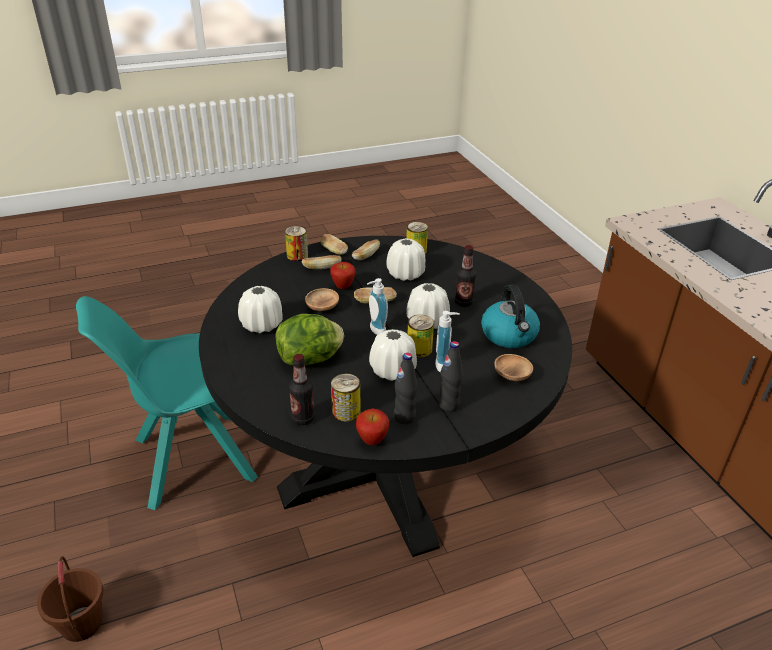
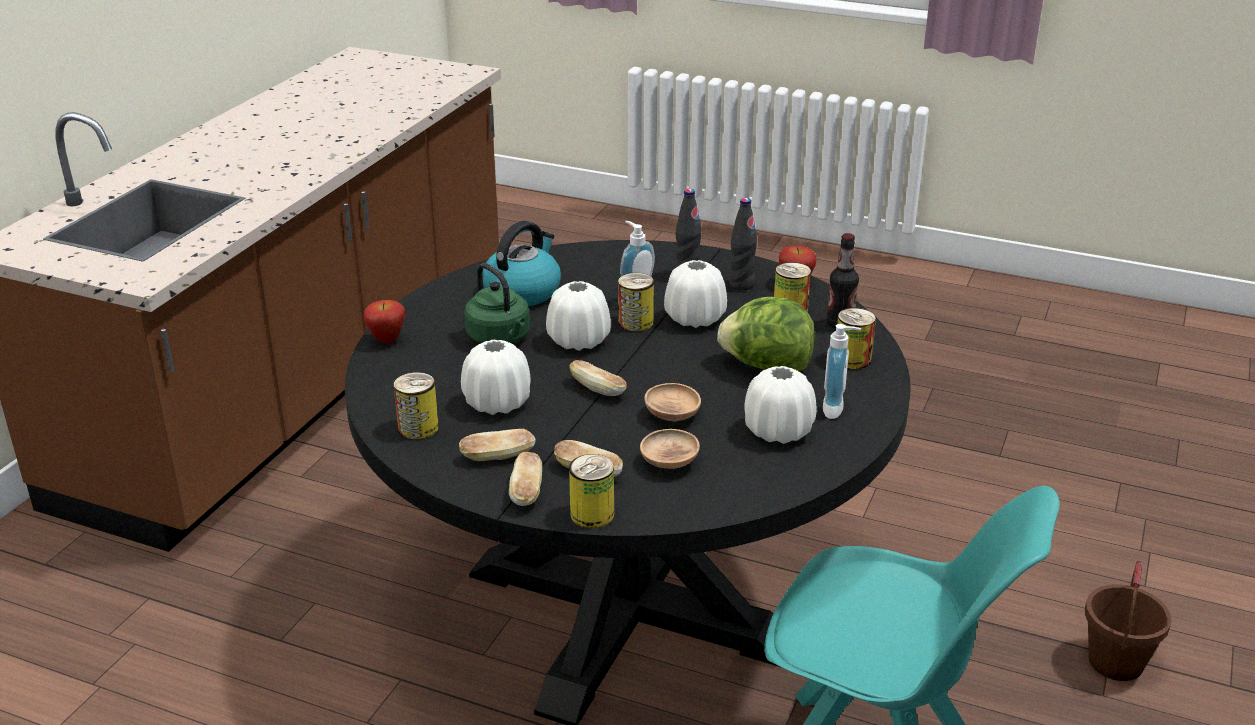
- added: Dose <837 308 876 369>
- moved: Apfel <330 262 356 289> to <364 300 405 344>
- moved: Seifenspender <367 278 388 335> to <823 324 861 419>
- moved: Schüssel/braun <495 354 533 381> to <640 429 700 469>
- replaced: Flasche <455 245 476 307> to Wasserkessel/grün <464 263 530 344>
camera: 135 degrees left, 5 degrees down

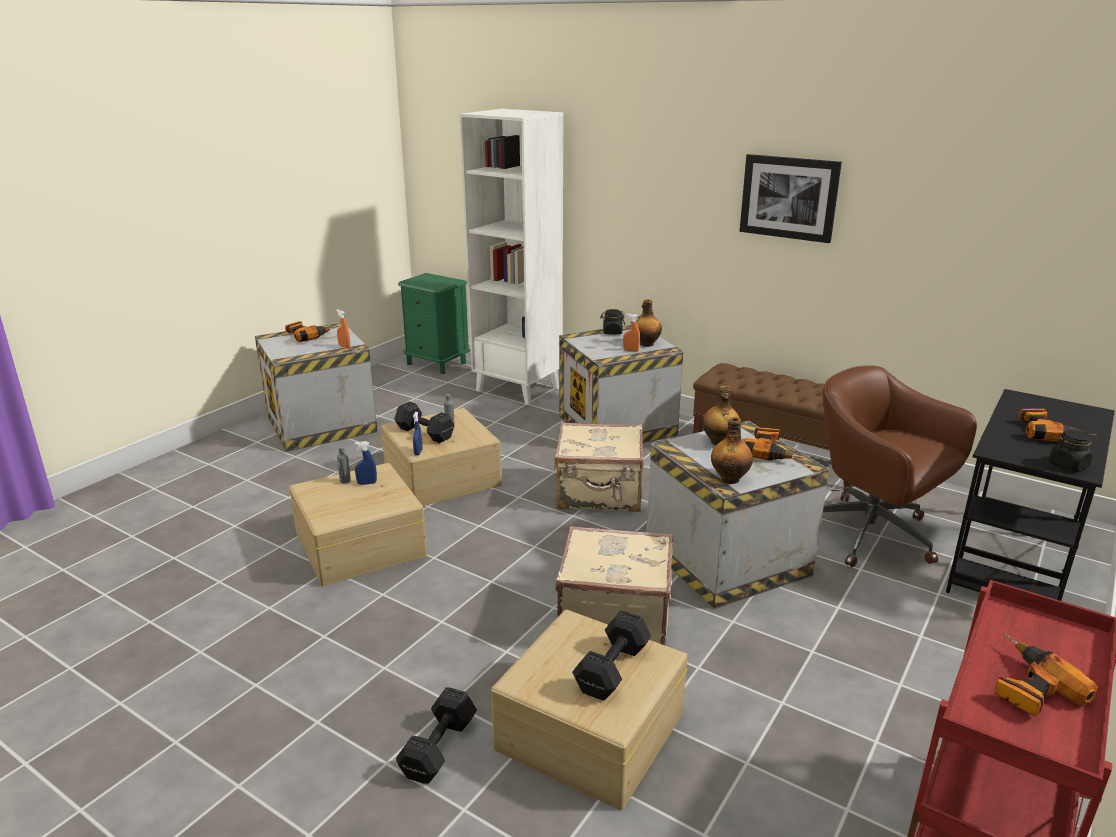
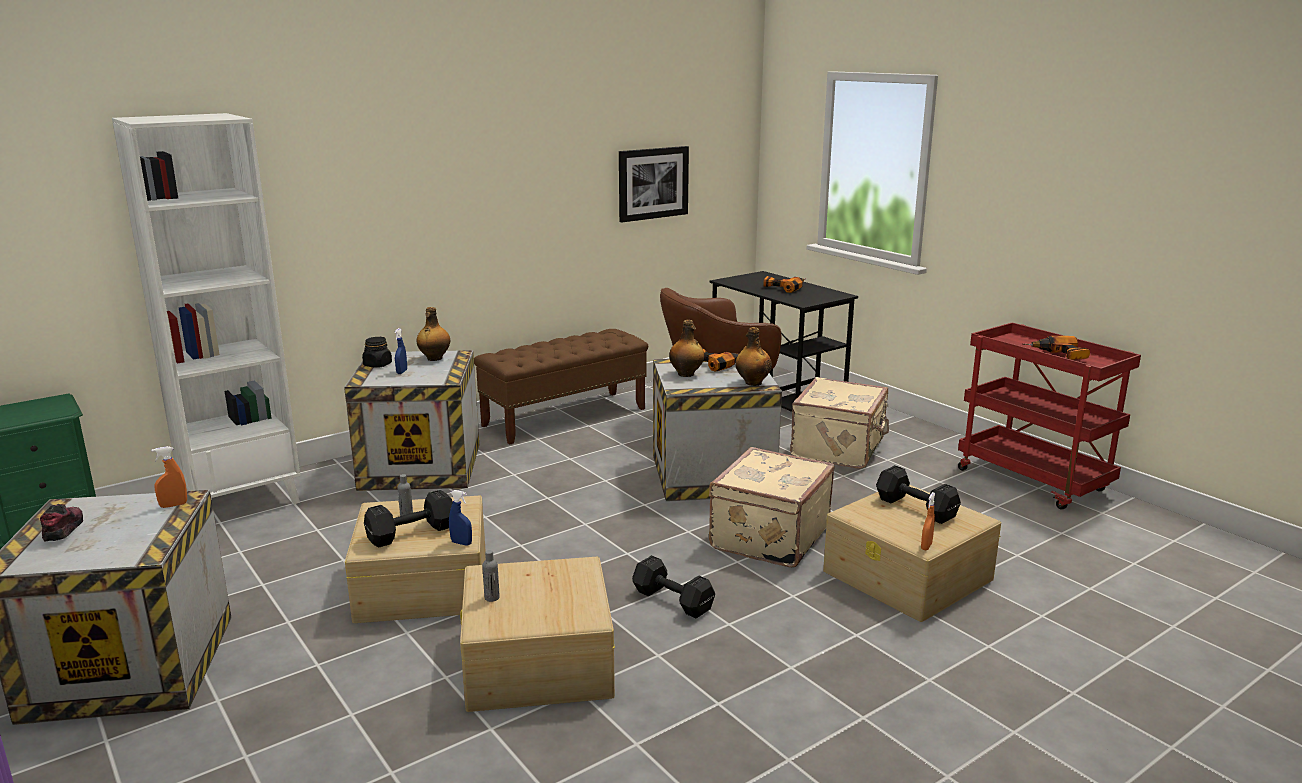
- removed: Vorratsglas/schwarz <1049 429 1093 472>
- moved: Sprühflasche/blau <355 441 377 485> to <395 328 407 374>
- moved: Hantel/schwarz <396 687 477 784> to <632 555 715 618>
- moved: Koffer/beige <554 422 644 512> to <790 377 889 469>
- moved: Sprühflasche/orange <623 313 640 351> to <921 492 935 550>
- moved: Bild <740 154 842 243> to <619 146 689 222>
- replaced: Bohrmaschine <285 321 336 342> to Schuh <40 504 83 542>
camera: 70 degrees left, 5 degrees down

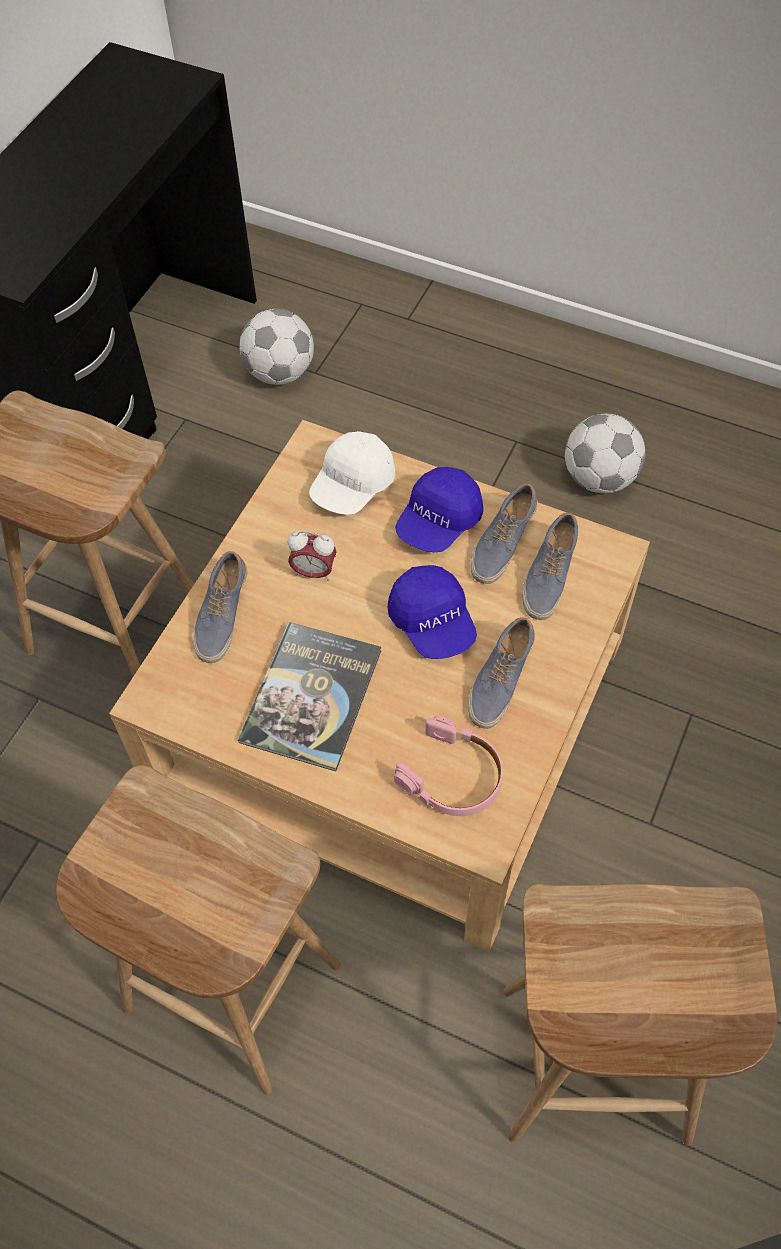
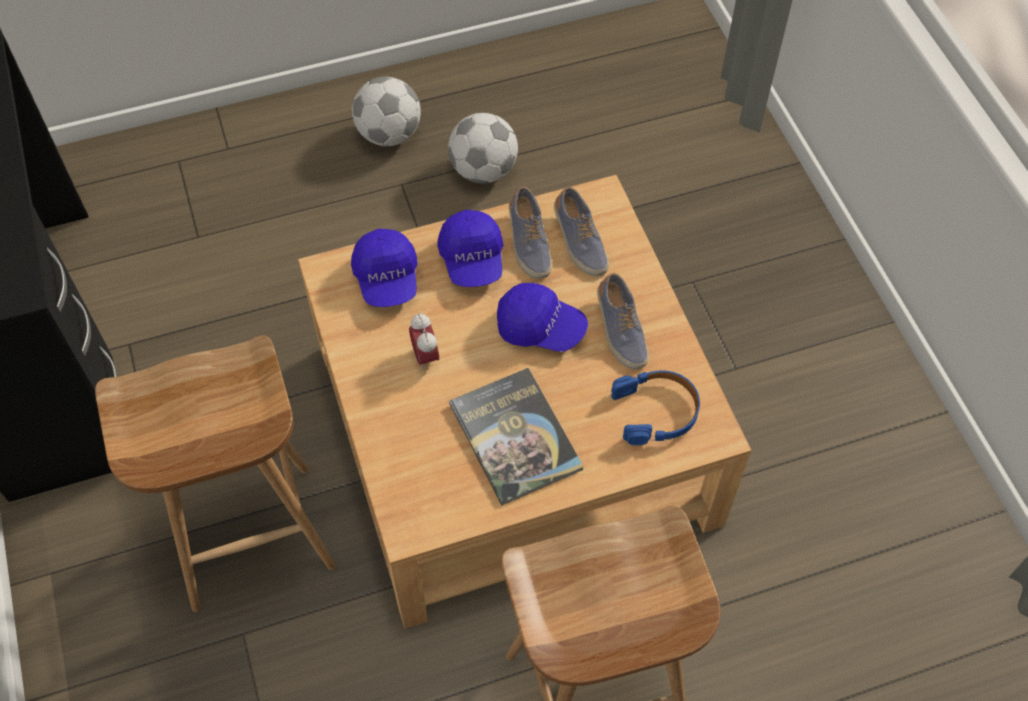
- removed: Schuh <193 551 248 663>
- removed: Hocker/braun <503 884 778 1146>
- moved: Fußball <240 309 314 385> to <352 77 421 147>
- recoloured: Kappe/weiß <309 431 395 515> to Kappe/blau <351 229 418 307>
- recoloured: Kopfhörer/rosa <394 716 503 816> to Kopfhörer/blau <611 370 700 445>
- turned: Wecker <287 531 337 581> = <409 314 439 370> 105 degrees clockwise
camera: 45 degrees left, 0 degrees up

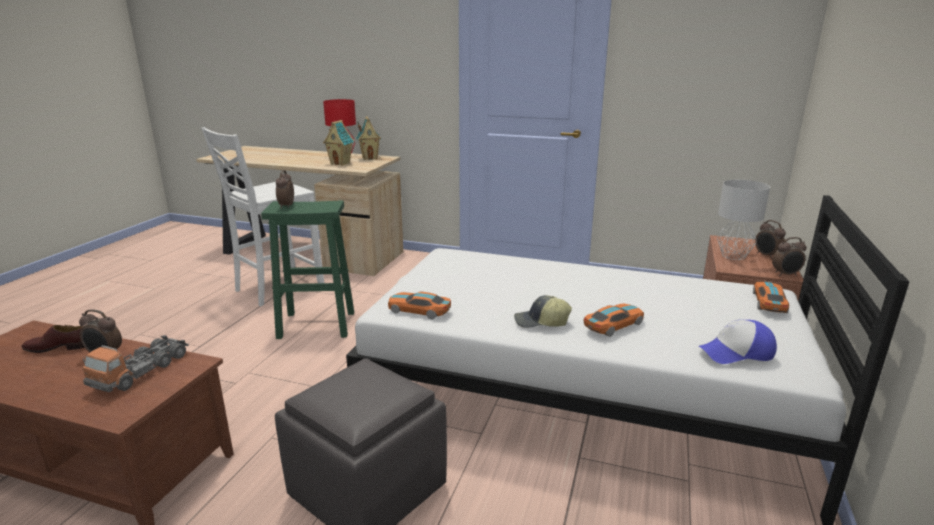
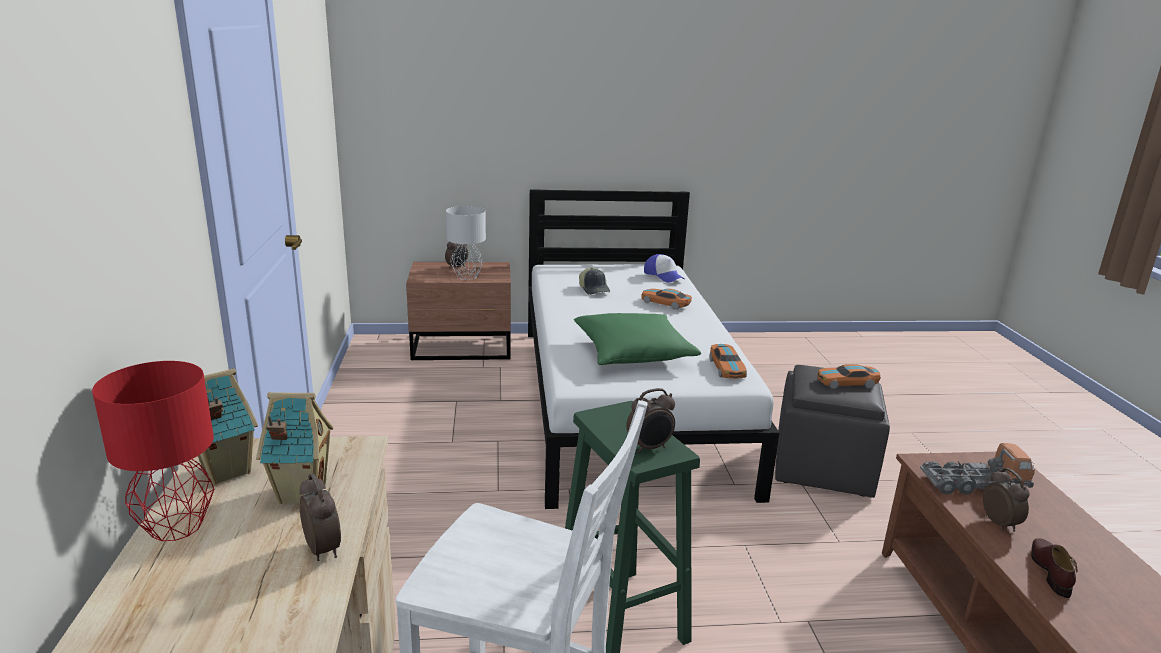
- added: Kissen/grün <574 313 701 365>
- moved: Kappe <514 295 572 328> to <579 267 610 295>
- moved: Spielzeugauto <753 282 789 313> to <817 364 881 389>
- moved: Wecker <772 237 807 276> to <300 473 341 561>
- turned: Schuh/braun <21 325 85 353> = <1031 538 1077 598> 135 degrees counterclockwise
camera: 115 degrees left, 0 degrees up

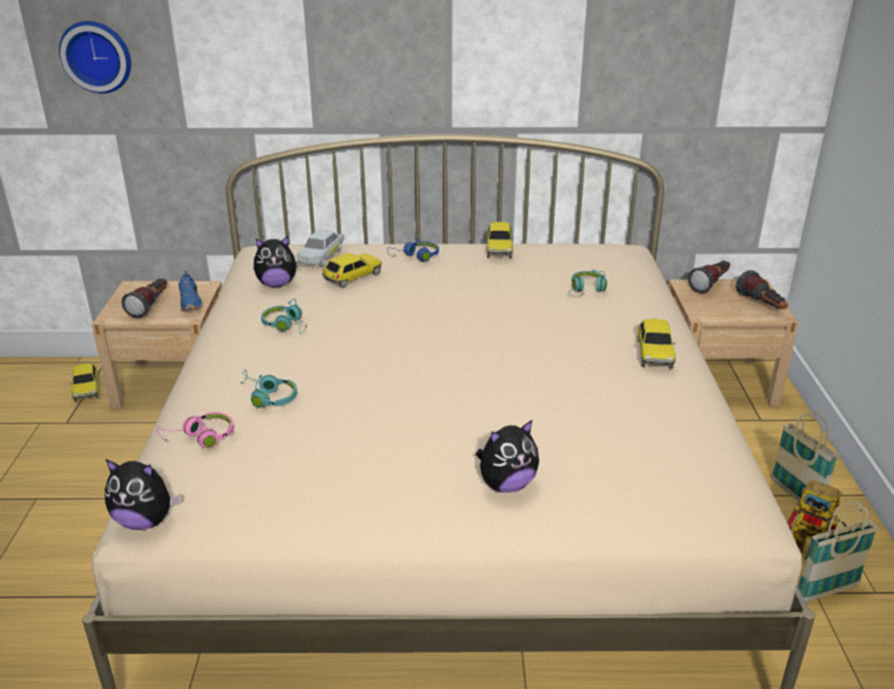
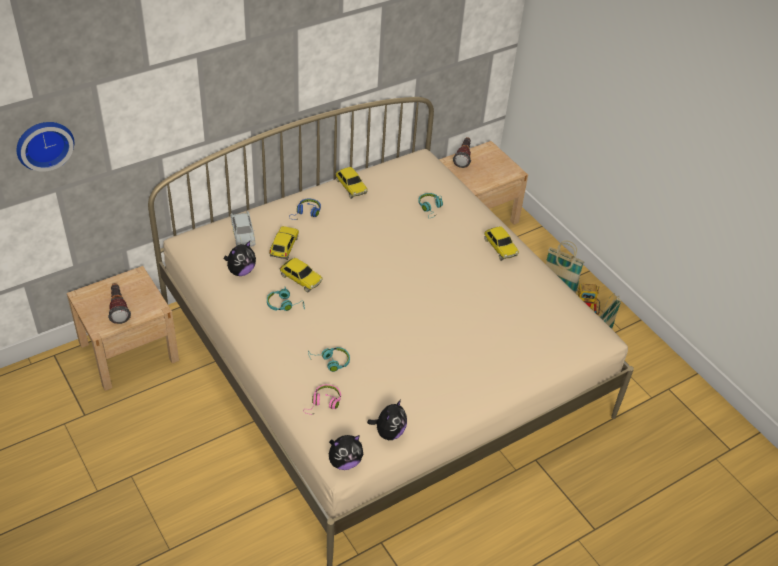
- removed: Schuh/blau <178 271 203 311>
- removed: Taschenlampe <736 270 788 309>
- moved: Spielzeugauto <70 363 98 402> to <280 258 322 292>
- moved: Plüschtier <476 419 539 493> to <367 399 407 440>
camera: 35 degrees left, 15 degrees up

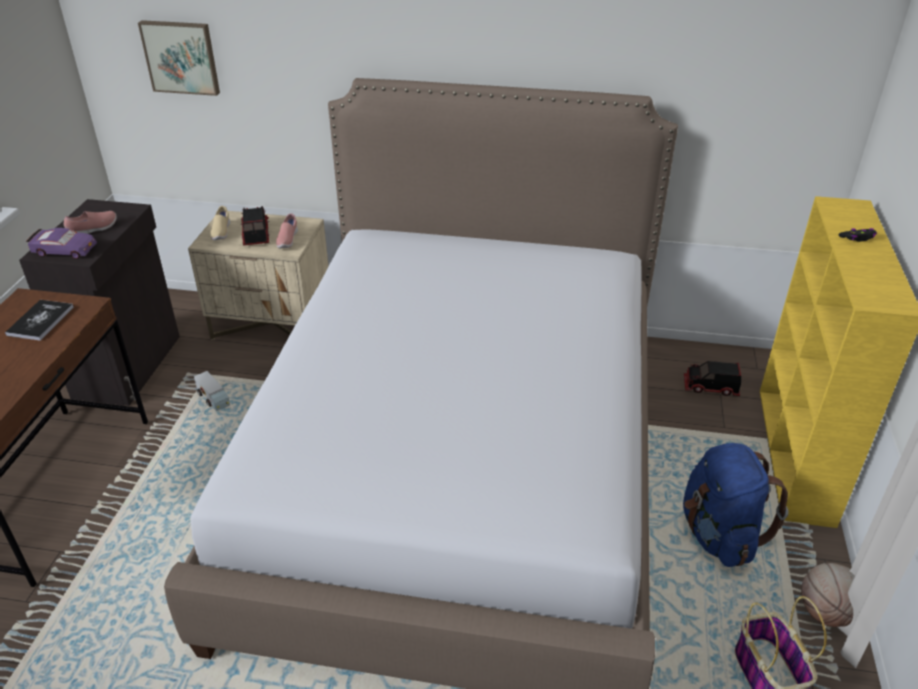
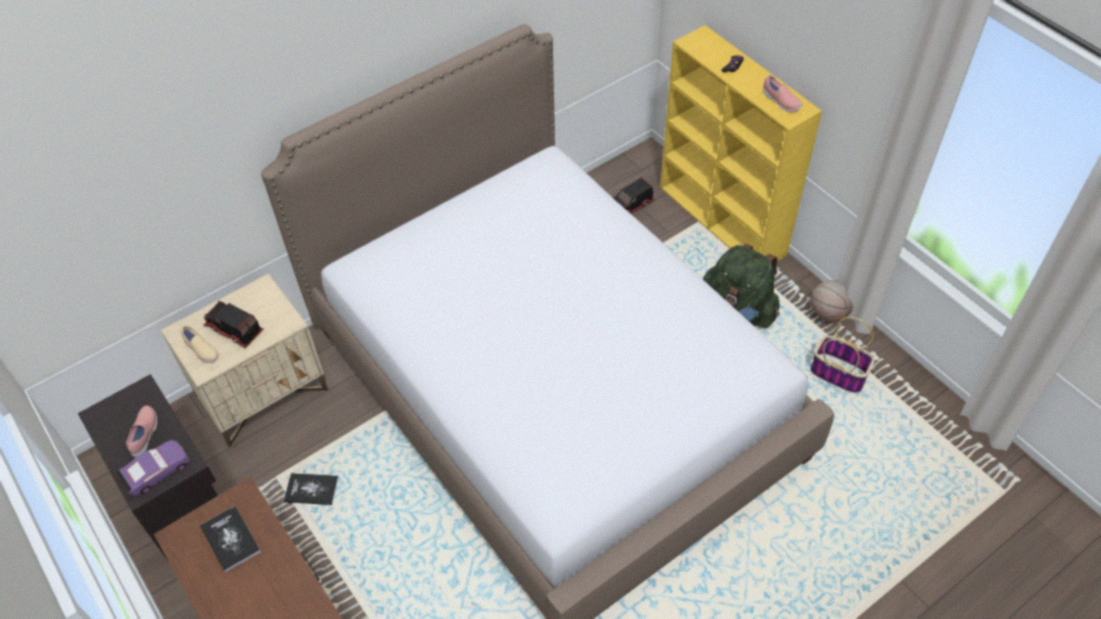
- removed: Bild <138 20 220 96>
- moved: Schuh/rosa <276 213 298 248> to <763 75 803 112>
- replaced: Spielzeuglaster <194 371 230 411> to Buch <284 473 338 505>
- recoloured: Rucksack/blau <683 443 788 567> to Rucksack/grün <703 244 780 328>
camera: 45 degrees left, 15 degrees up

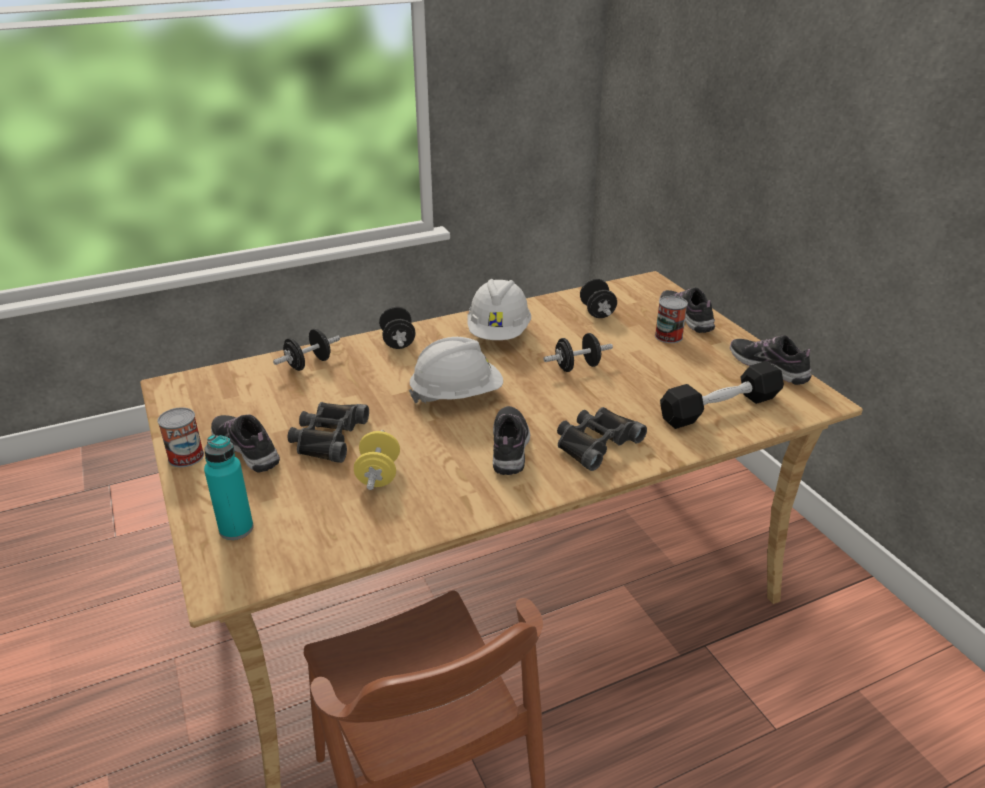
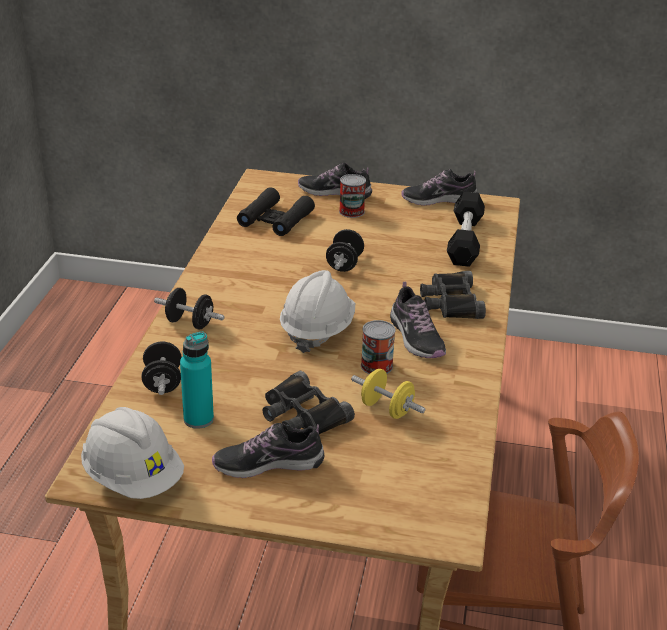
- moved: Dose <158 407 204 467> to <361 320 395 374>
- moved: Flasche/türkis <204 435 253 540> to <180 332 214 429>
- moved: Schutzhelm/weiß <467 279 531 340> to <81 407 184 499>
- replaced: Hantel/schwarz <580 279 617 318> to Fernglas/schwarz <237 187 315 236>
- turned: Schuh <493 406 530 475> = <390 281 446 358> 150 degrees counterclockwise
camera: 55 degrees left, 0 degrees up

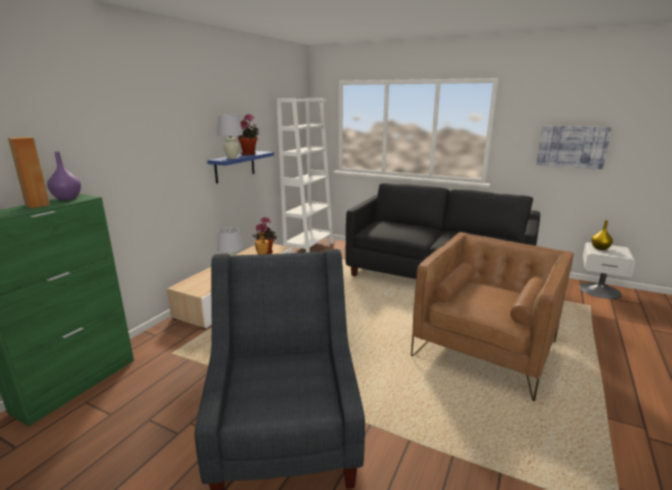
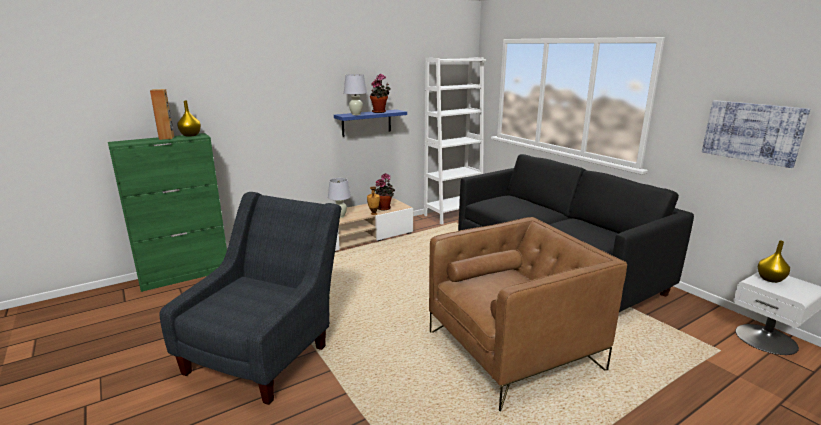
- recoloured: Vase/lila <47 152 81 200> to Vase/gelb <178 101 201 137>
camera: 30 degrees right, 0 degrees up

